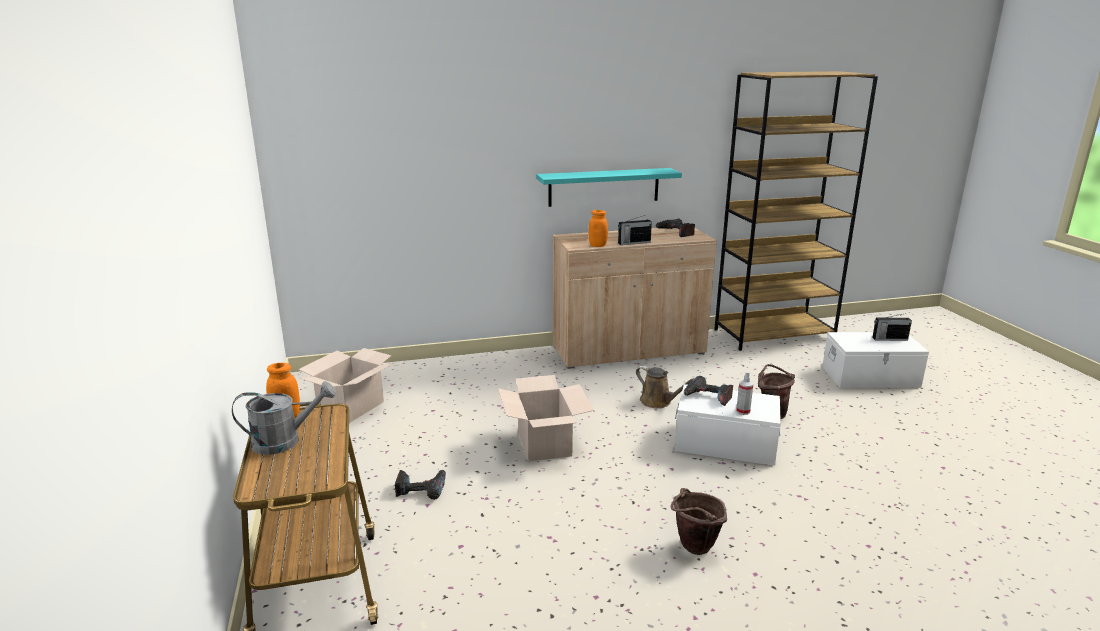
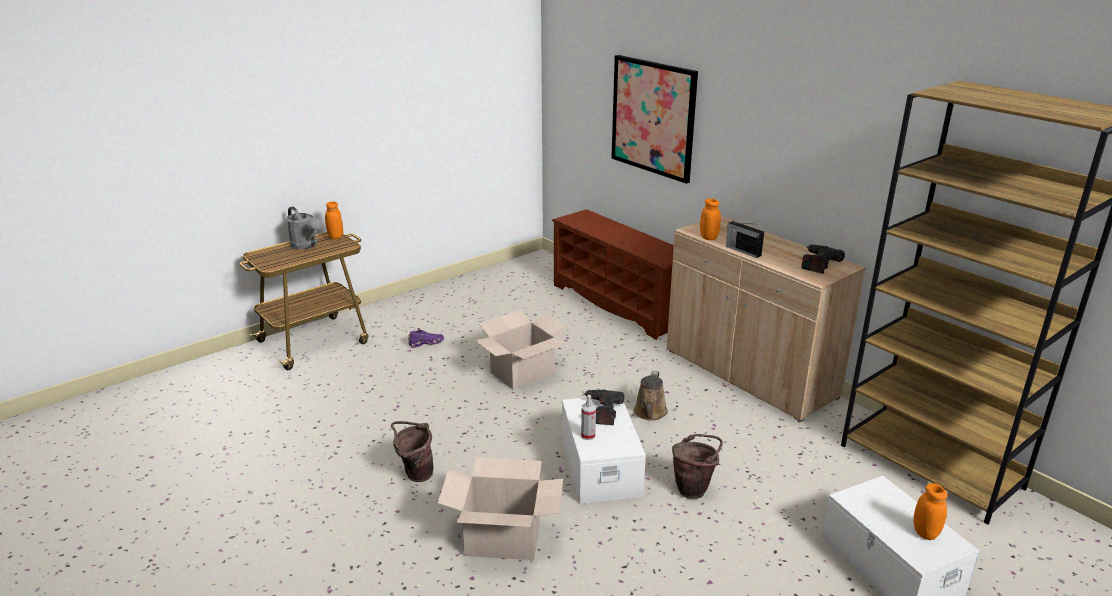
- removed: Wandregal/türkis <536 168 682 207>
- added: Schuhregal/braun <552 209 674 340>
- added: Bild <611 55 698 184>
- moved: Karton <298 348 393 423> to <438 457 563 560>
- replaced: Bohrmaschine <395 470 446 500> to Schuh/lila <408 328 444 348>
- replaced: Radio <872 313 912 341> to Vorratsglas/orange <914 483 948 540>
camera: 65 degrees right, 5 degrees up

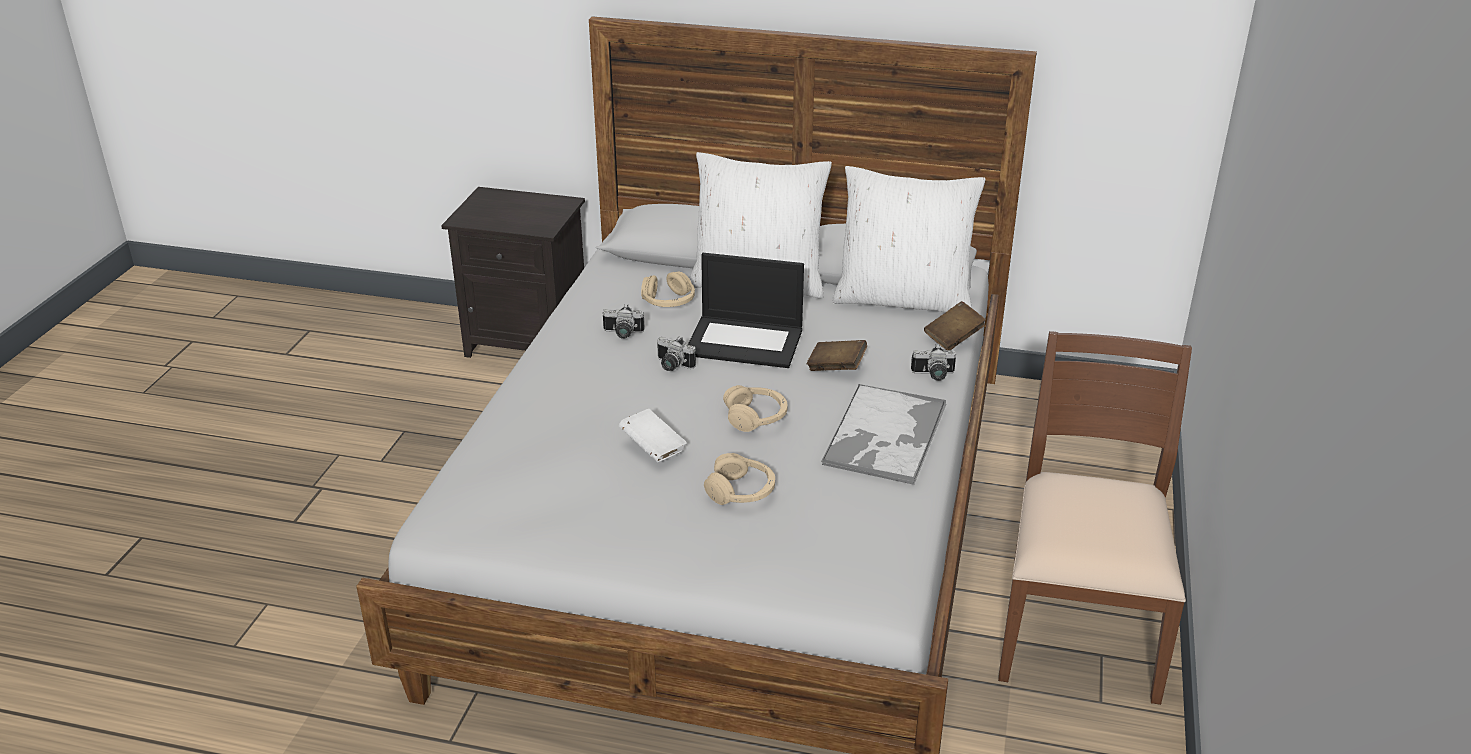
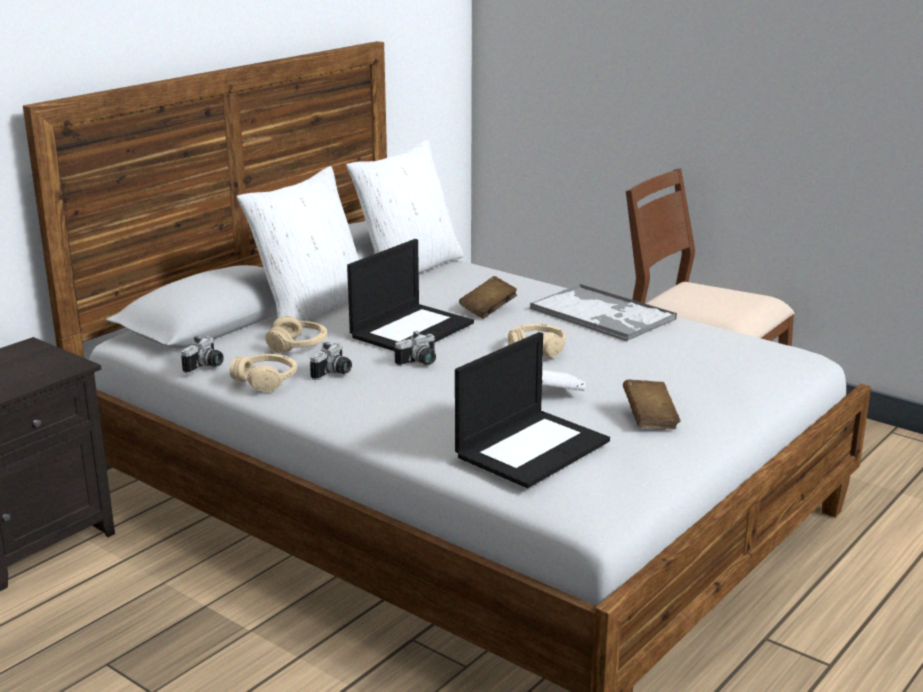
- added: Laptop <455 332 610 488>
- moved: Kopfhörer/beige <704 453 775 505> to <229 354 297 392>
- moved: Kamera <911 345 956 381> to <181 336 224 374>
- moved: Buch/braun <924 301 986 350> to <623 380 680 429>
camera: 65 degrees left, 10 degrees down

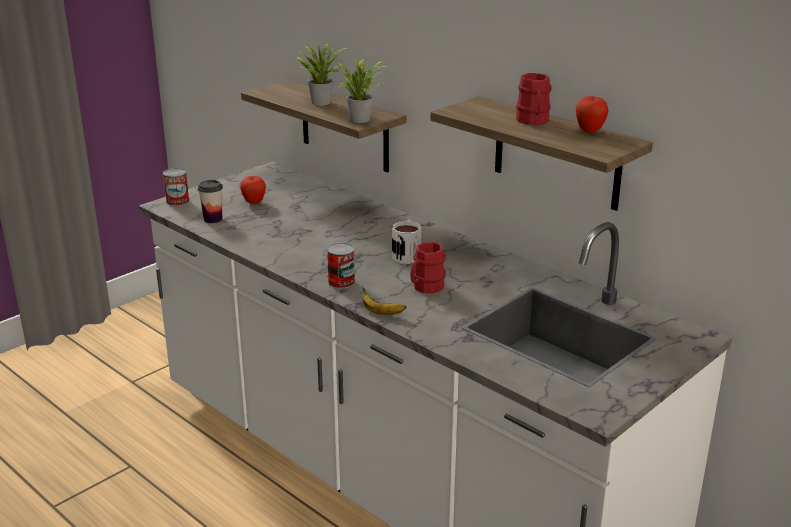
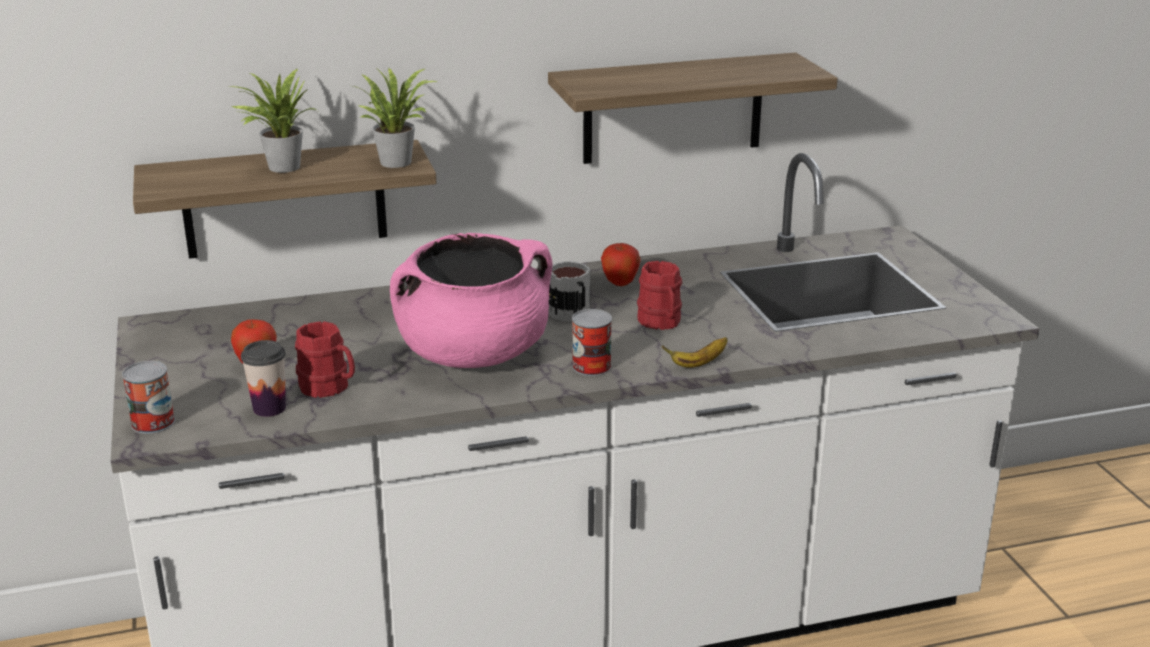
- added: Kochtopf/rosa <390 233 552 368>
- moved: Henkelbecher/rot <516 73 551 125> to <295 321 355 398>
- moved: Apfel <576 96 608 133> to <601 243 641 286>
camera: 60 degrees left, 0 degrees up

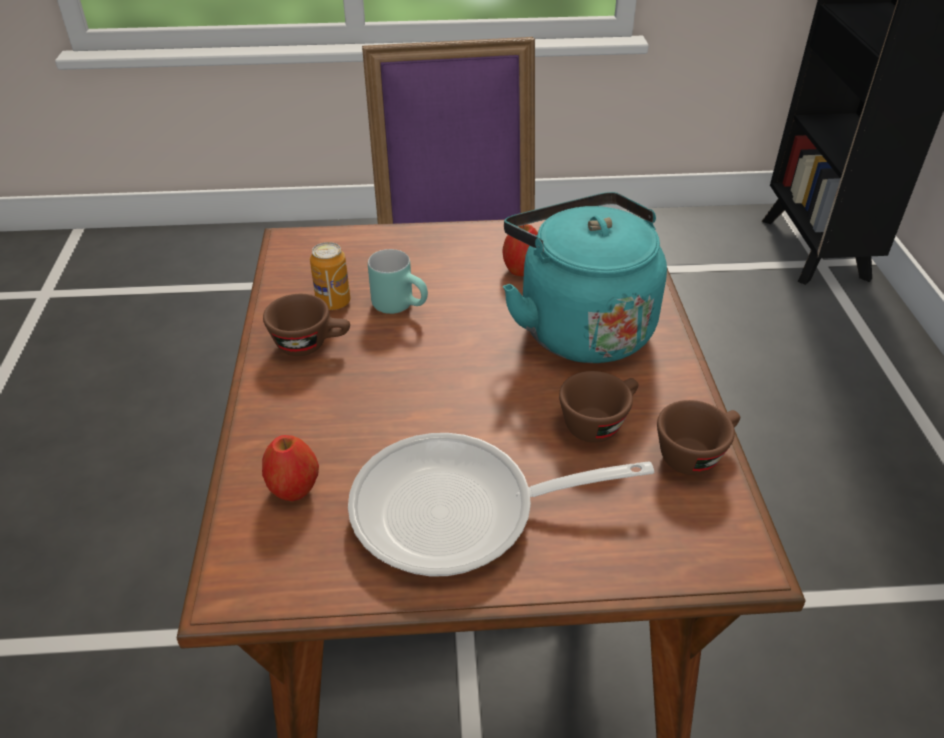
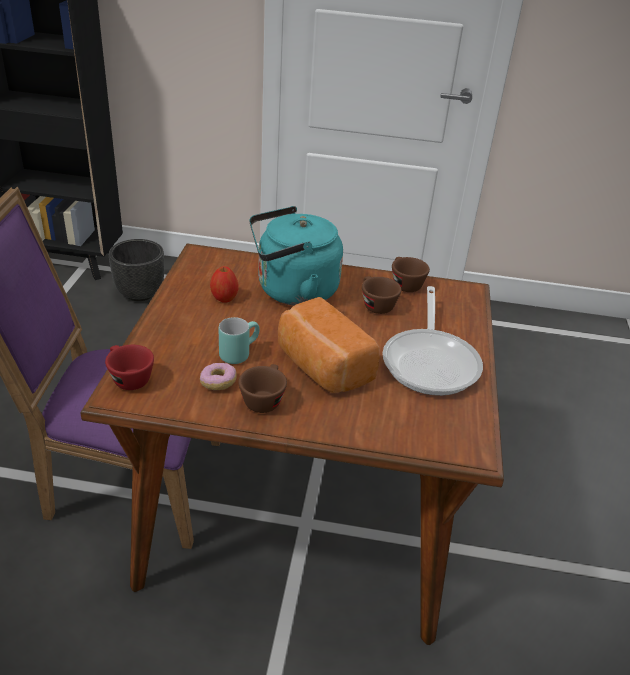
- removed: Apfel <262 435 319 501>
- added: Tasse/rot <105 345 154 390>
- added: Pflanzkübel/schwarz <109 239 164 301>
- added: Brot <278 297 380 393>
- replaced: Dose <310 242 350 310> to Donut <200 363 237 390>
camera: 80 degrees left, 5 degrees down

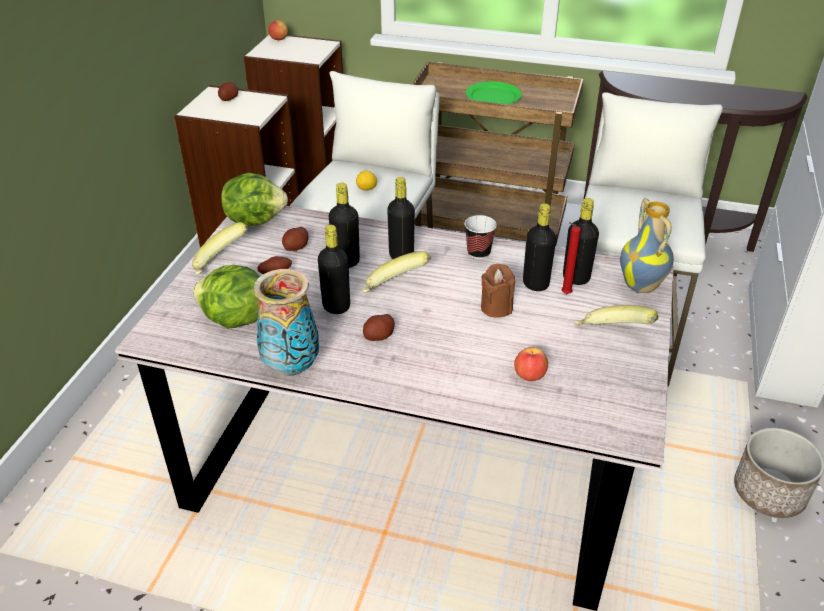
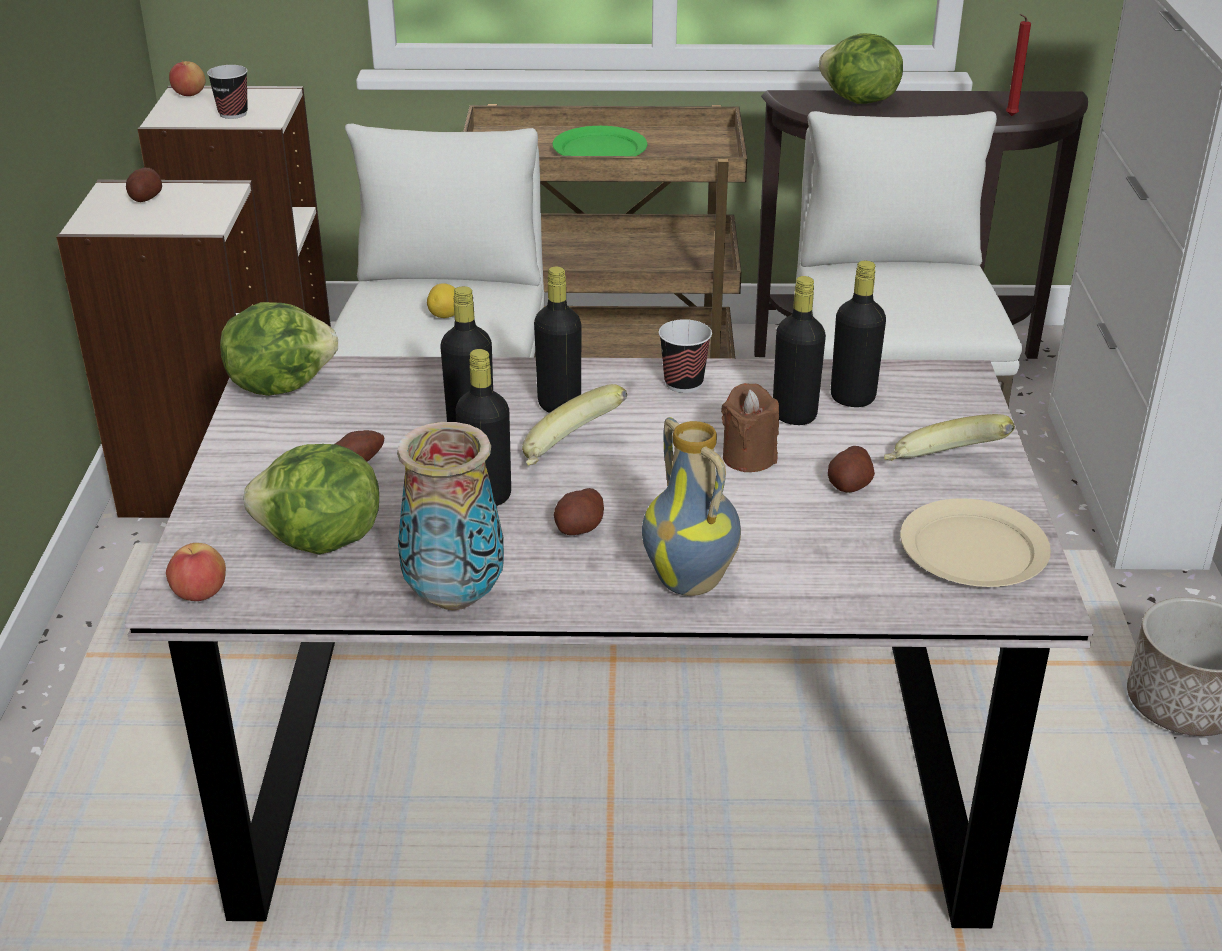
- removed: Banane <192 222 248 275>
- added: Tasse <207 65 248 119>
- added: Salatkopf <818 33 903 104>
- added: Teller/beige <900 498 1051 587>
- moved: Kartoffel <282 227 308 251> to <828 446 875 492>
- moved: Apfel <514 347 548 381> to <166 543 226 601>
- moved: Kerze/rot <561 222 581 294> to <1006 14 1031 116>
- moved: Vase <620 198 674 293> to <642 417 741 596>
camera: 15 degrees left, 5 degrees down

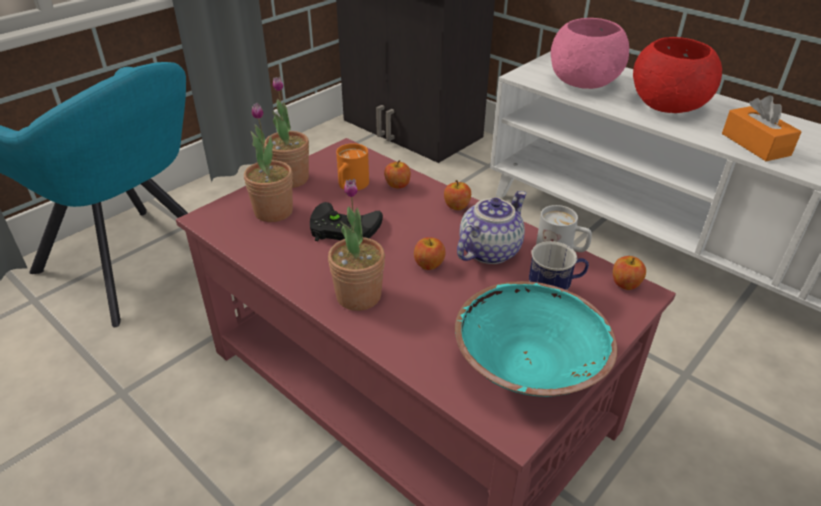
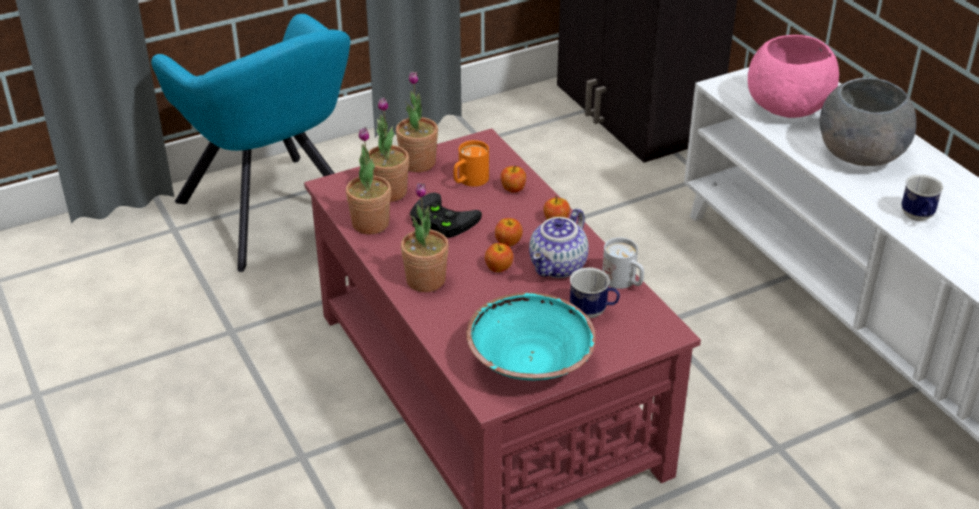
- added: Topfpflanze <346 127 391 234>
- moved: Apfel <613 256 646 290> to <495 218 523 247>
- replaced: Taschentuchbox/orange <722 95 801 161> to Henkelbecher <901 174 944 221>
- recoloured: Schüssel/rot <633 37 722 113> to Schüssel/grau <820 77 916 166>
- turned: Teekanne <457 191 527 264> = <529 208 589 278> 150 degrees clockwise
camera: 20 degrees right, 0 degrees up

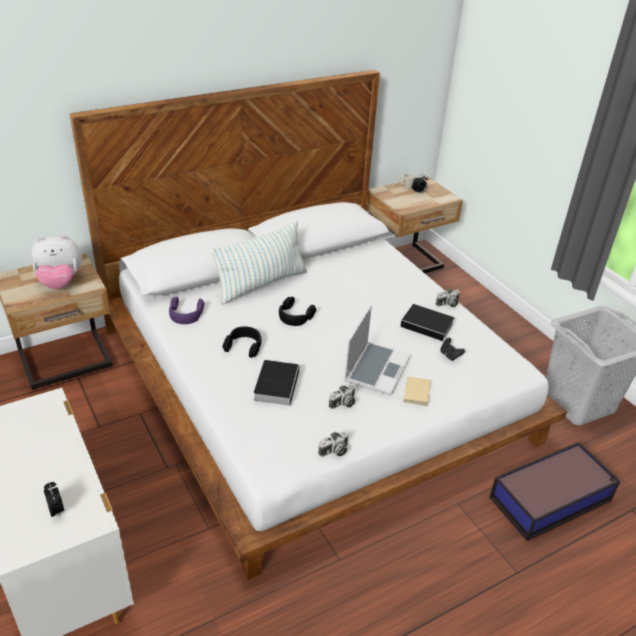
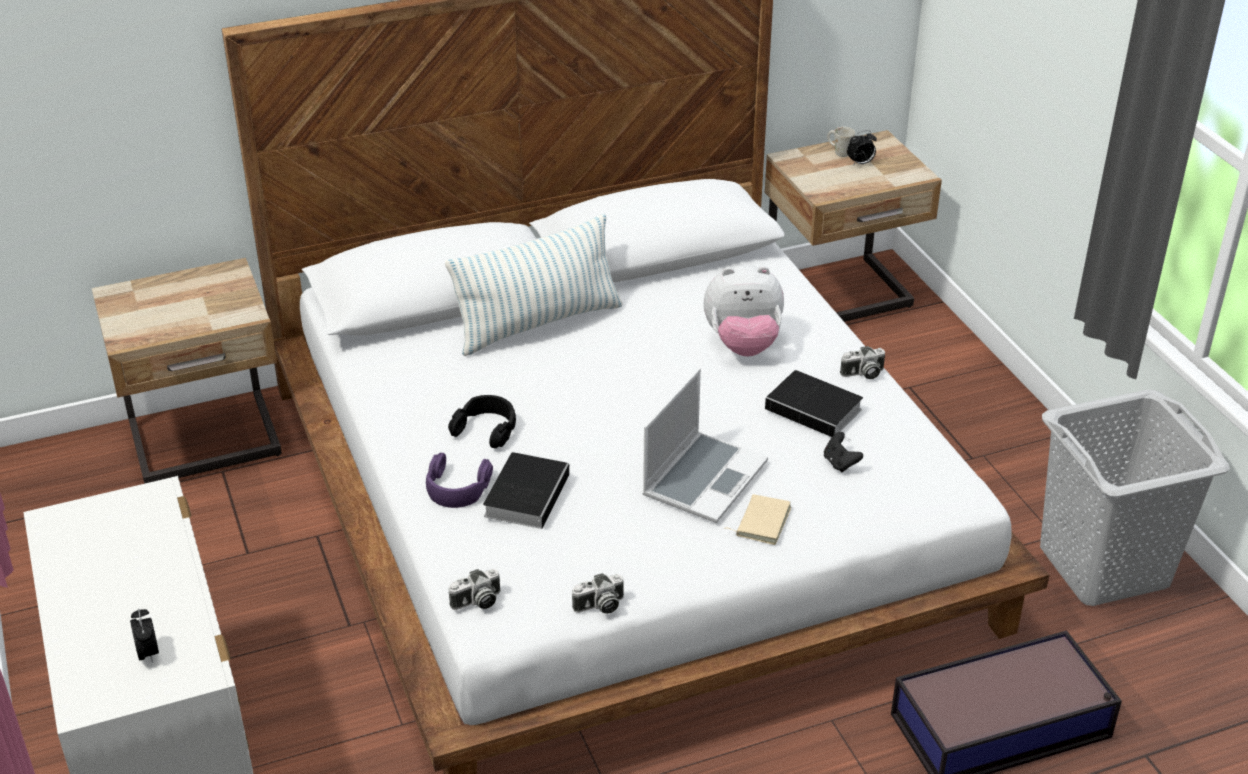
- removed: Kopfhörer/schwarz <279 297 316 326>
- moved: Plüschtier <31 235 82 289> to <704 265 784 356>
- moved: Kopfhörer/lila <169 297 204 324> to <426 452 493 508>
- moved: Kamera <329 385 355 409> to <449 569 500 610>
camera: 10 degrees right, 0 degrees up

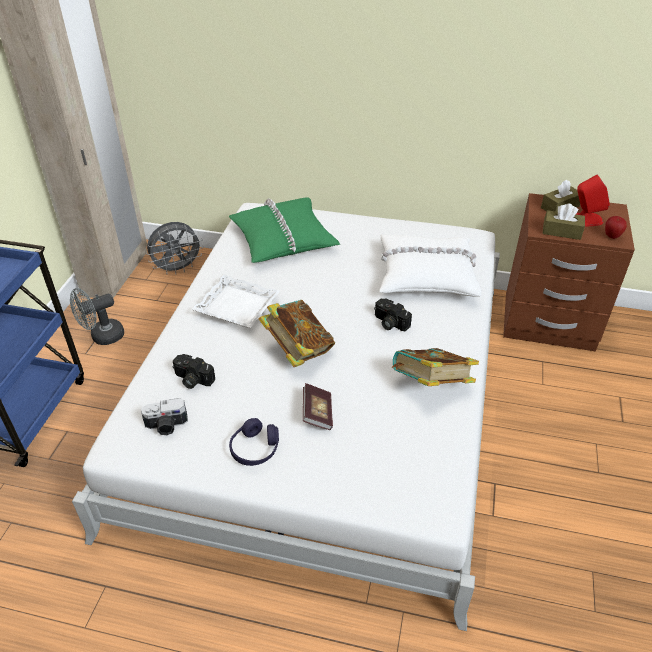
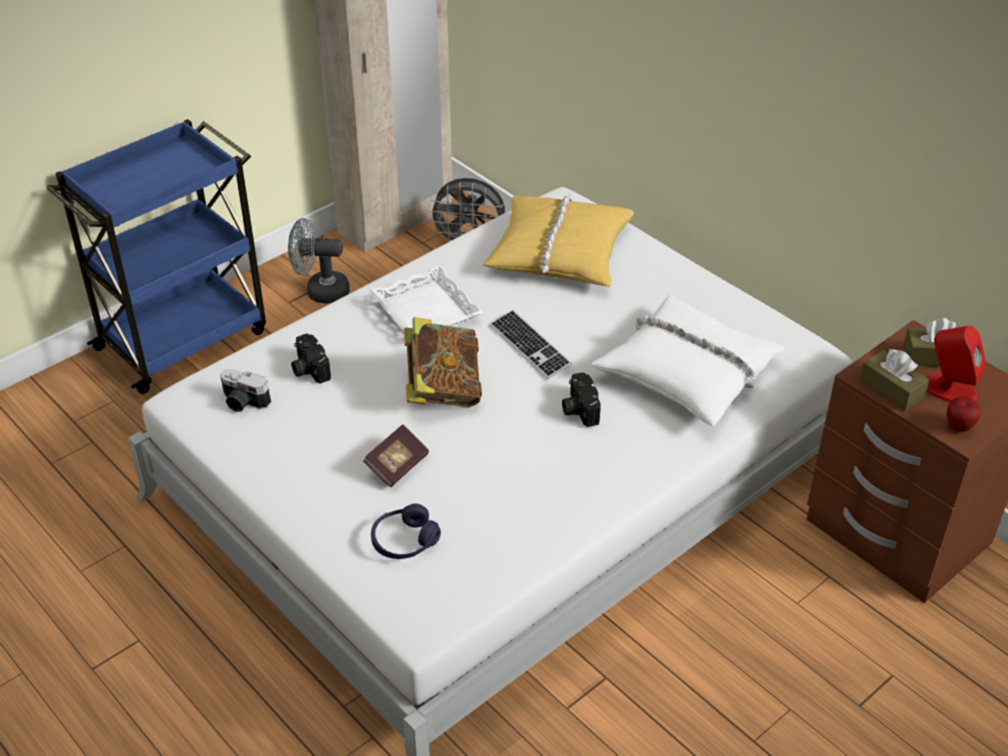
- removed: Buch <392 348 479 386>
- added: Tastatur <490 310 572 379>
- moved: Kopfhörer/lila <229 418 279 466> to <371 504 441 559>
- recoloured: Kissen/grün <229 197 340 263> to Kissen/gelb <483 191 634 287>
camera: 35 degrees right, 0 degrees up

